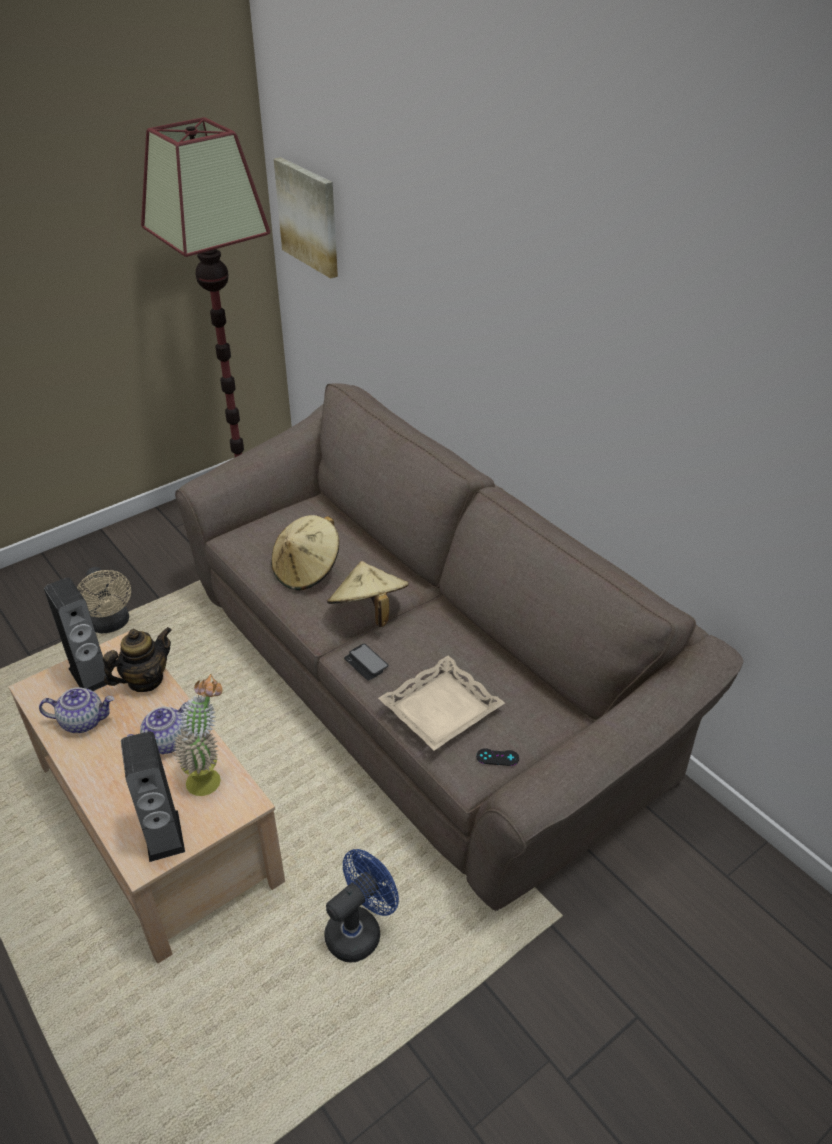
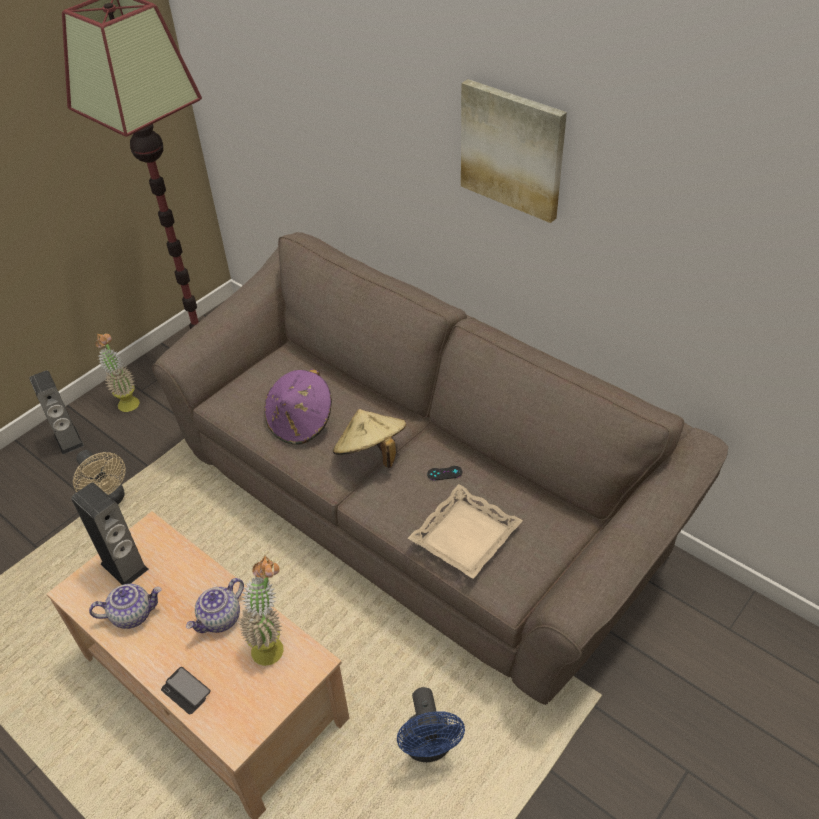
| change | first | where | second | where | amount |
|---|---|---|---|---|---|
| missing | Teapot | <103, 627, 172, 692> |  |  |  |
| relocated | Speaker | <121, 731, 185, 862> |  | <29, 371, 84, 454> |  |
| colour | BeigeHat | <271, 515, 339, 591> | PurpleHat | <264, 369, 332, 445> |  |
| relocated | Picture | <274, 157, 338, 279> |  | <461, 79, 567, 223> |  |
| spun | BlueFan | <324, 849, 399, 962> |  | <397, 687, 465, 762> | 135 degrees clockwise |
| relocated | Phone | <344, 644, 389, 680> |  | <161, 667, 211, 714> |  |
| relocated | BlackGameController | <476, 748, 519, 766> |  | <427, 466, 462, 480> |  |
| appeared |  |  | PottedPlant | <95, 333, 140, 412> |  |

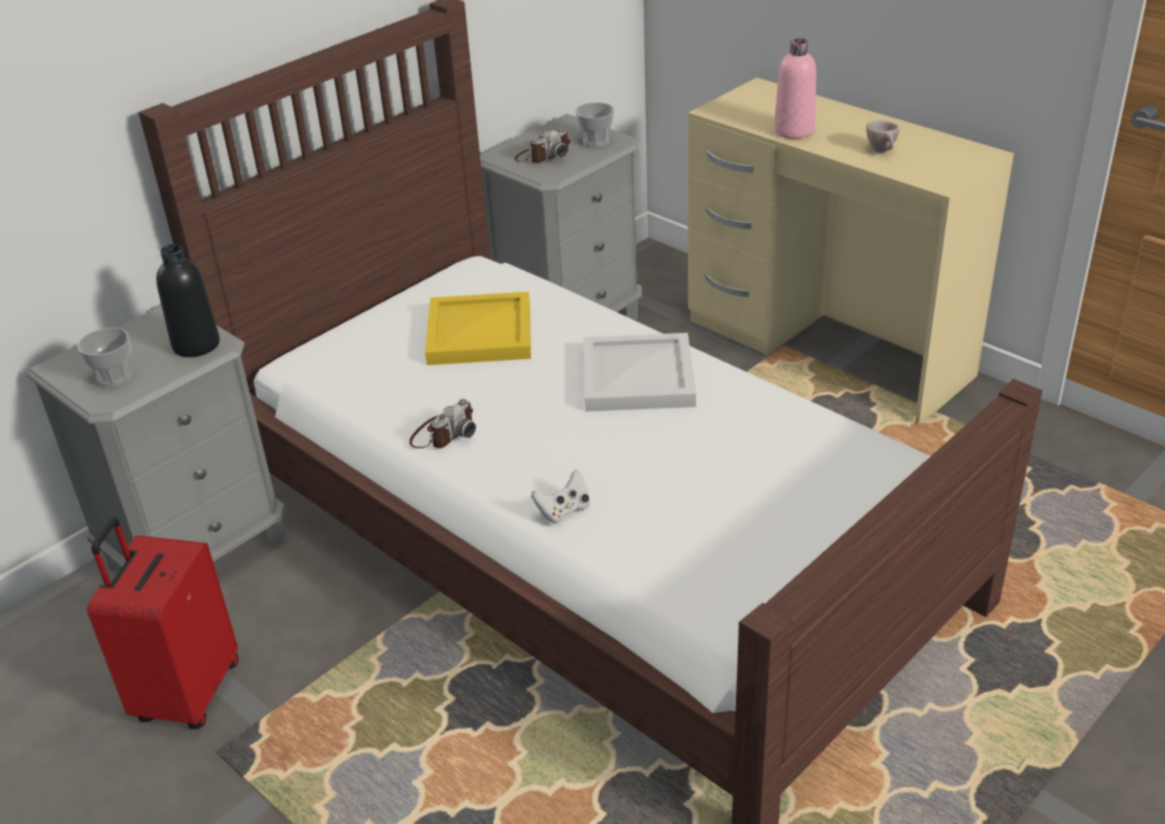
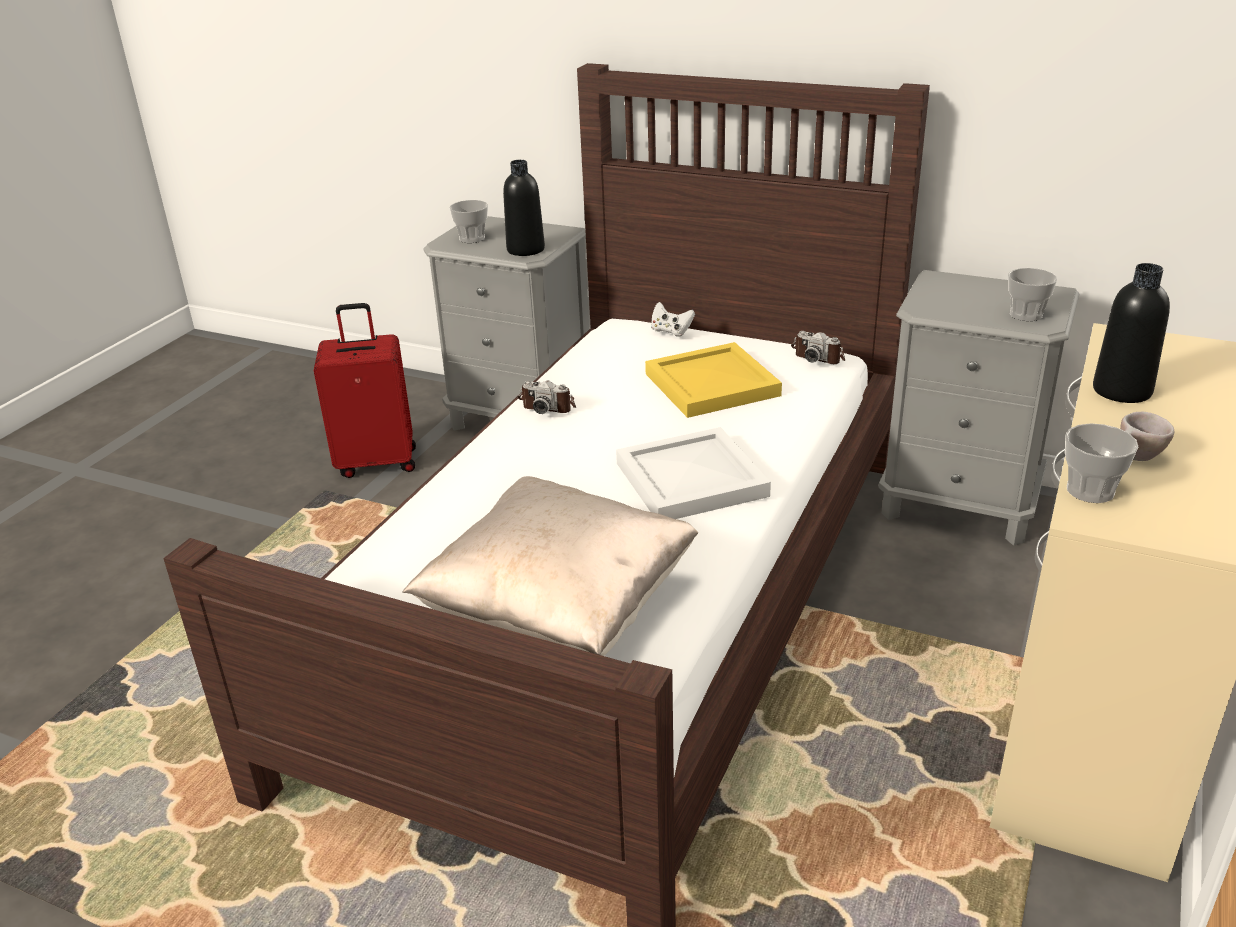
| change | first | where | second | where | amount |
|---|---|---|---|---|---|
| relocated | PhotoCamera | <514, 128, 570, 163> |  | <791, 331, 845, 364> |  |
| relocated | WhiteGameController | <531, 470, 590, 524> |  | <651, 302, 695, 337> |  |
| colour | PinkBottle | <774, 38, 816, 139> | BlackBottle | <1093, 263, 1170, 403> |  |
| appeared |  |  | BeigePillow | <403, 476, 698, 656> |  |
| appeared |  |  | Cup | <1065, 423, 1138, 503> |  |

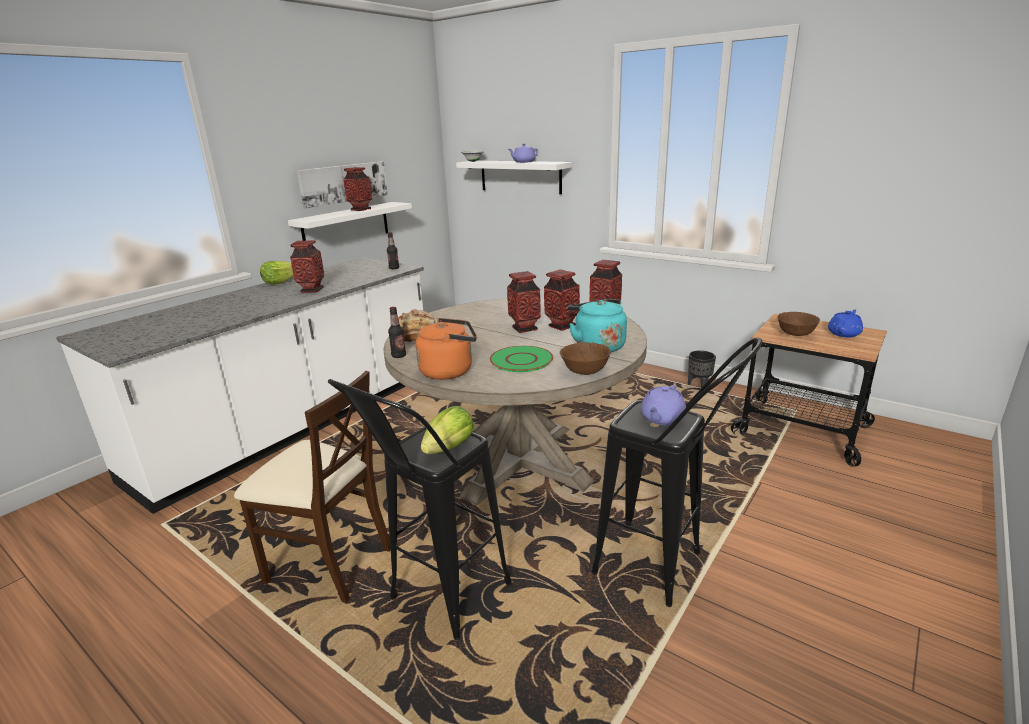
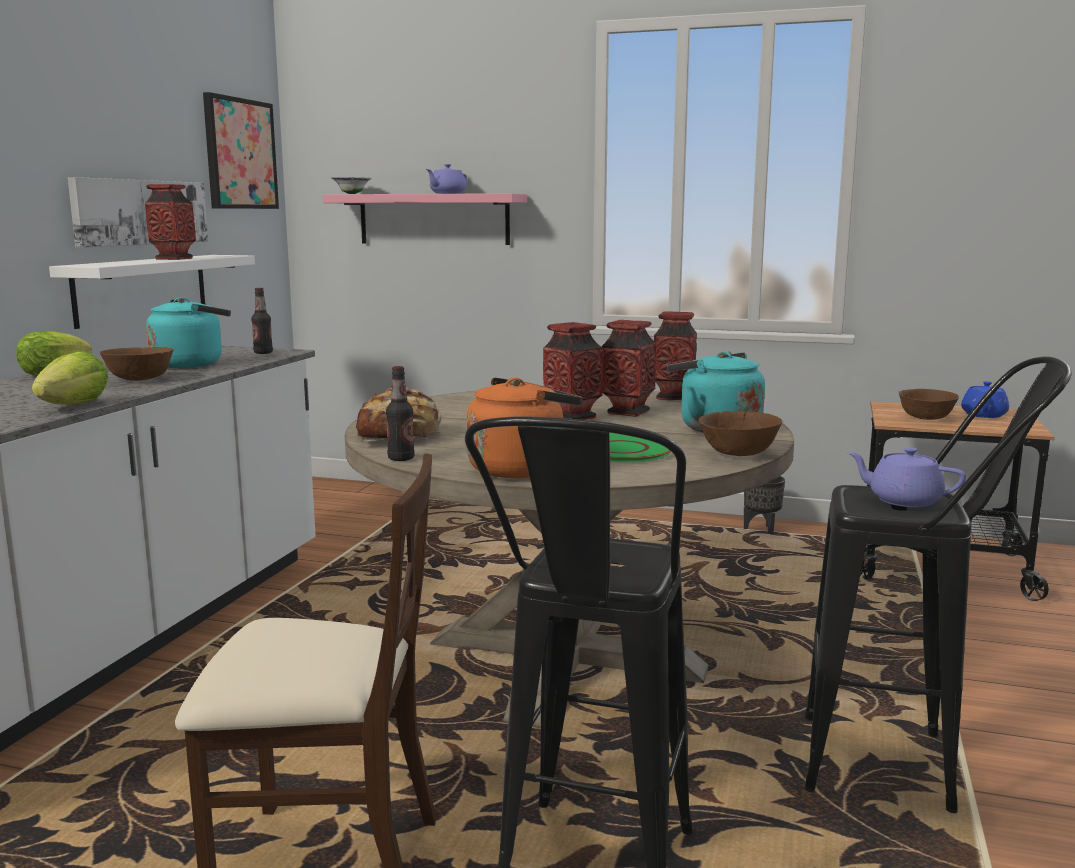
| change | first | where | second | where | amount |
|---|---|---|---|---|---|
| exchanged | Vase | <290, 240, 325, 293> | BrownBowl | <100, 347, 174, 381> |  |
| relocated | Lettuce | <421, 406, 474, 454> |  | <32, 351, 109, 405> |  |
| colour | WhiteShelf | <456, 161, 572, 194> | PinkShelf | <323, 193, 527, 245> |  |
| spun | PurpleTeapot | <641, 385, 686, 425> |  | <848, 447, 966, 507> | 105 degrees clockwise |
| appeared |  |  | TurquoiseKettle | <146, 297, 231, 368> |  |
| appeared |  |  | Picture | <203, 92, 279, 209> |  |

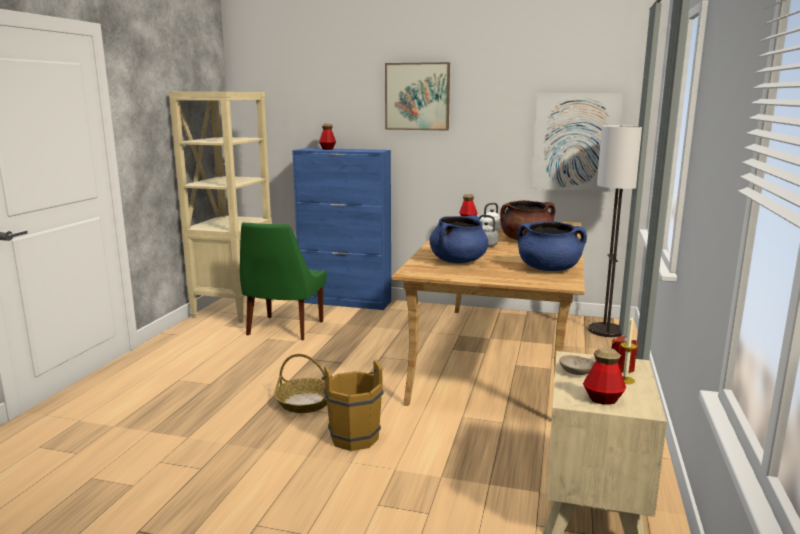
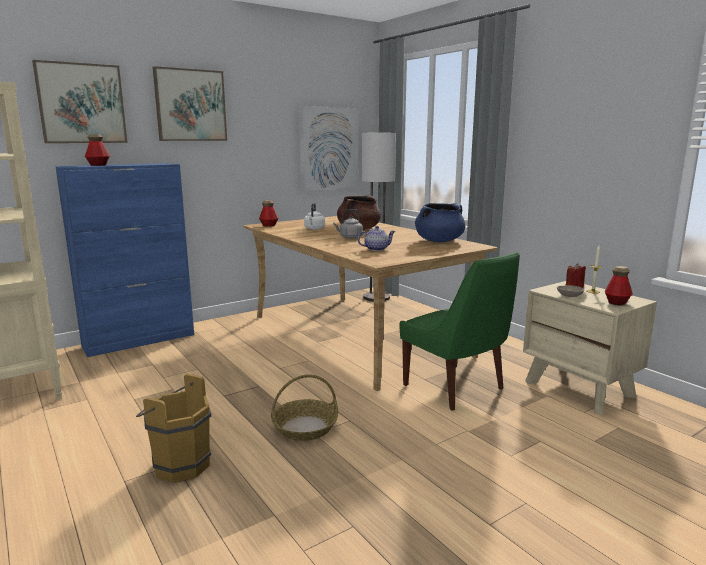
| change | first | where | second | where | amount |
|---|---|---|---|---|---|
| relocated | GreenChair | <240, 222, 327, 340> |  | <400, 252, 520, 411> |  |
| relocated | BrownBucket | <322, 360, 383, 451> |  | <136, 373, 211, 483> |  |
| exchanged | BlueCookingPot | <430, 215, 488, 263> | Teapot | <357, 226, 396, 251> |  |
| appeared |  |  | Picture | <32, 60, 127, 143> |  |

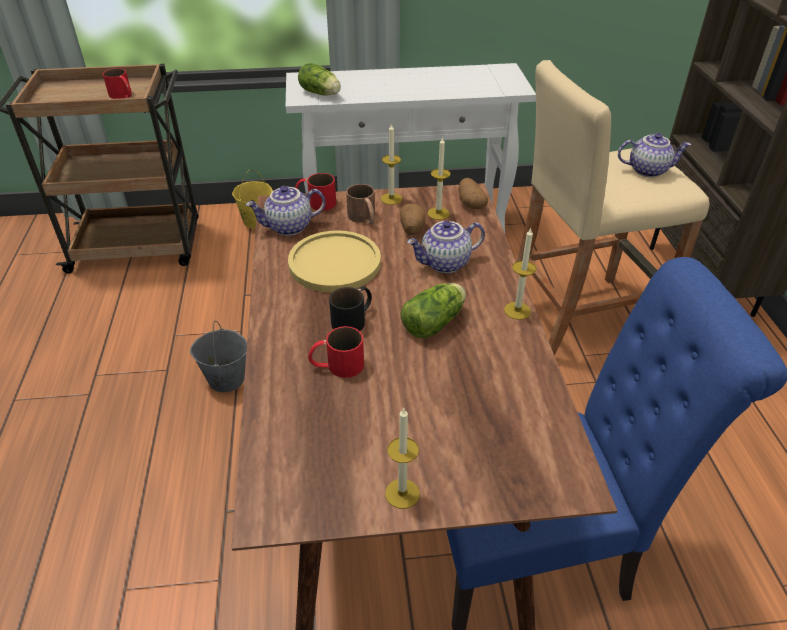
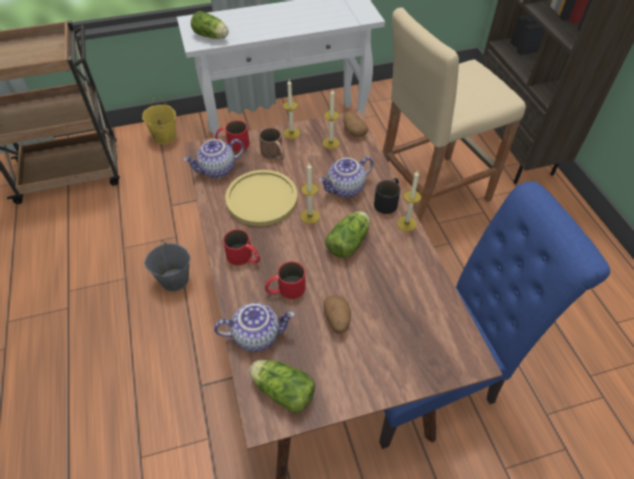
| change | first | where | second | where | amount |
|---|---|---|---|---|---|
| relocated | RedMug | <103, 68, 132, 99> |  | <223, 229, 260, 265> |  |
| relocated | BlackMug | <329, 286, 372, 331> |  | <374, 178, 400, 214> |  |
| relocated | Candle | <385, 407, 420, 509> |  | <300, 163, 320, 224> |  |
| relocated | Potato | <400, 203, 426, 235> |  | <323, 295, 351, 334> |  |
| relocated | Teapot | <618, 133, 691, 177> |  | <214, 303, 295, 352> |  |
| appeared |  |  | Lettuce | <249, 360, 315, 413> |  |

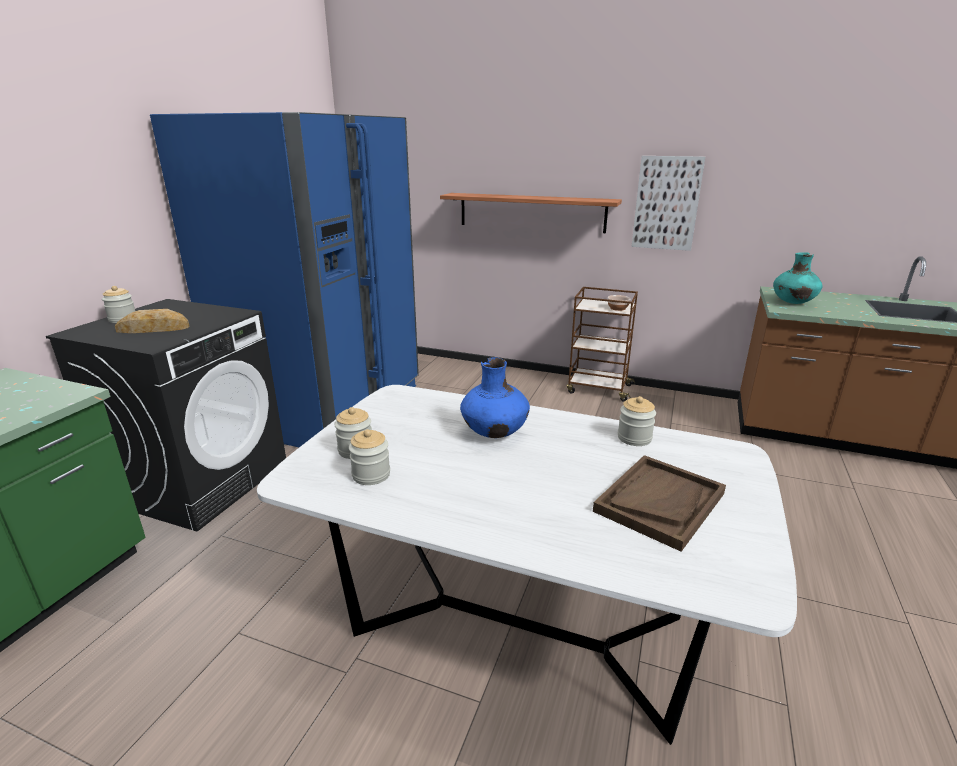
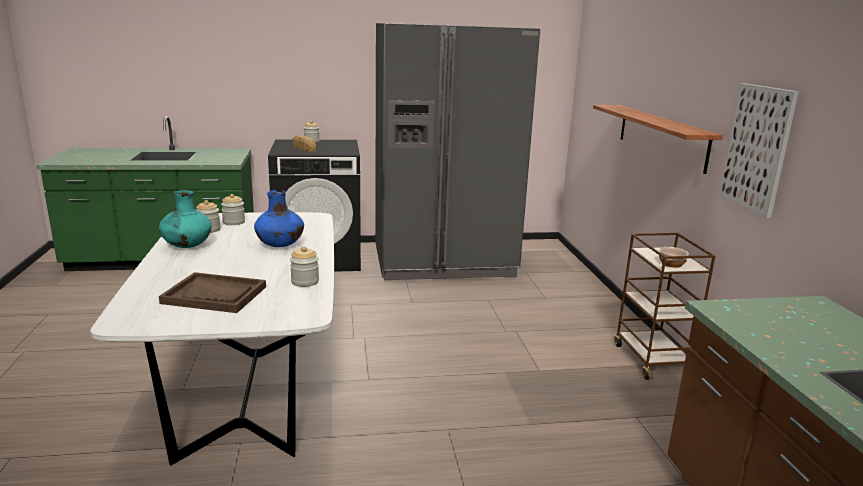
| change | first | where | second | where | amount |
|---|---|---|---|---|---|
| colour | BlueFridge | <150, 112, 419, 447> | GreyFridge | <375, 23, 540, 280> |  |
| relocated | TurquoiseVase | <773, 252, 823, 304> |  | <158, 190, 212, 248> |  |

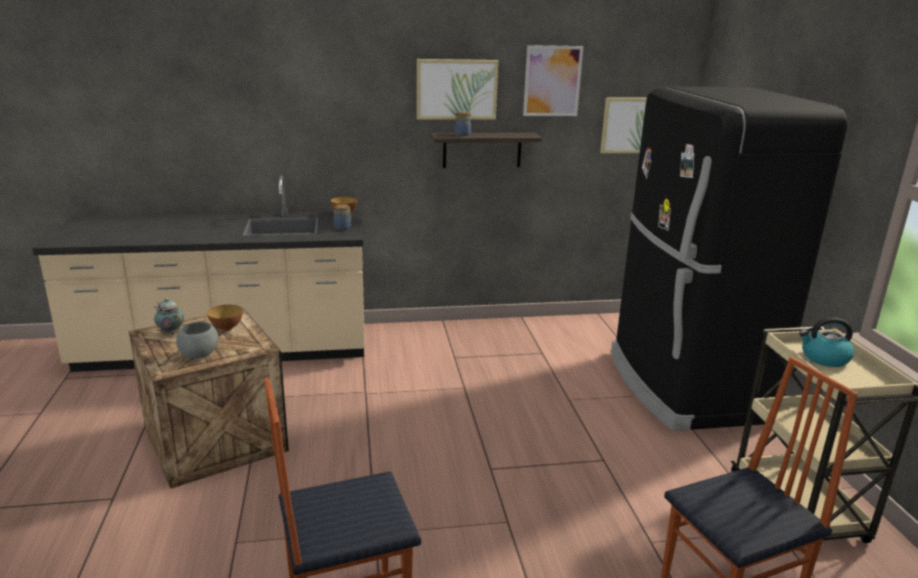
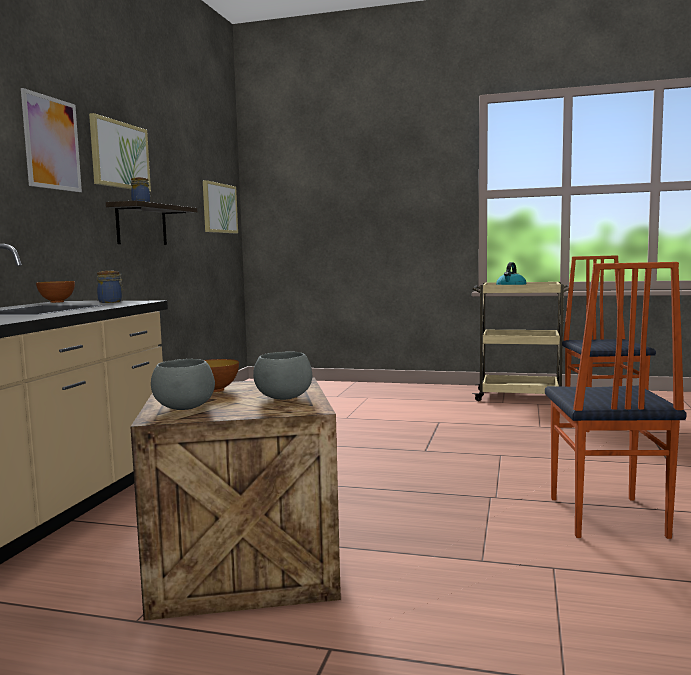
| change | first | where | second | where | amount |
|---|---|---|---|---|---|
| exchanged | Teapot | <154, 298, 184, 335> | GreyBowl | <151, 359, 215, 410> |  |
| relocated | Picture | <523, 45, 583, 116> |  | <21, 88, 82, 192> |  |
| missing | BlackFridge | <611, 86, 847, 431> |  |  |  |

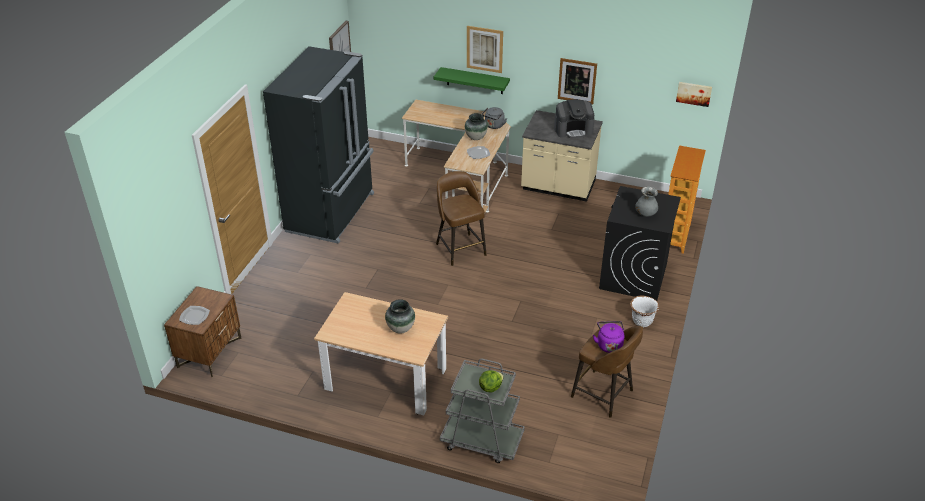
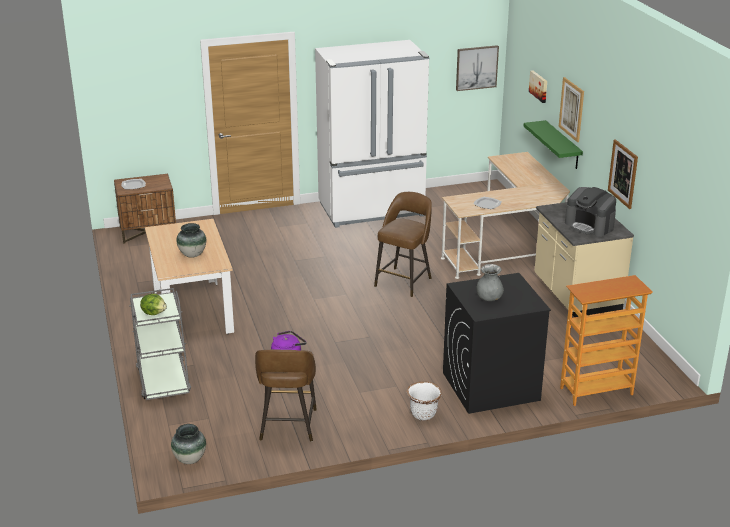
| change | first | where | second | where | amount |
|---|---|---|---|---|---|
| colour | BlackFridge | <263, 46, 374, 244> | WhiteFridge | <315, 40, 429, 228> |  |
| relocated | Vase | <465, 113, 488, 140> |  | <171, 424, 206, 464> |  |
| missing | GreyKettle | <482, 107, 507, 129> |  |  |  |
| relocated | Picture | <676, 82, 712, 107> |  | <529, 70, 547, 103> |  |

